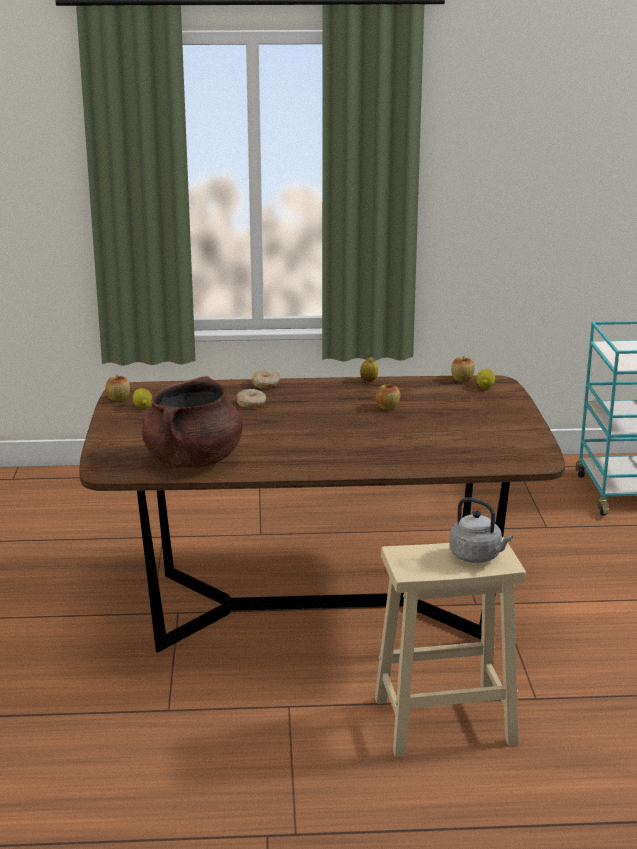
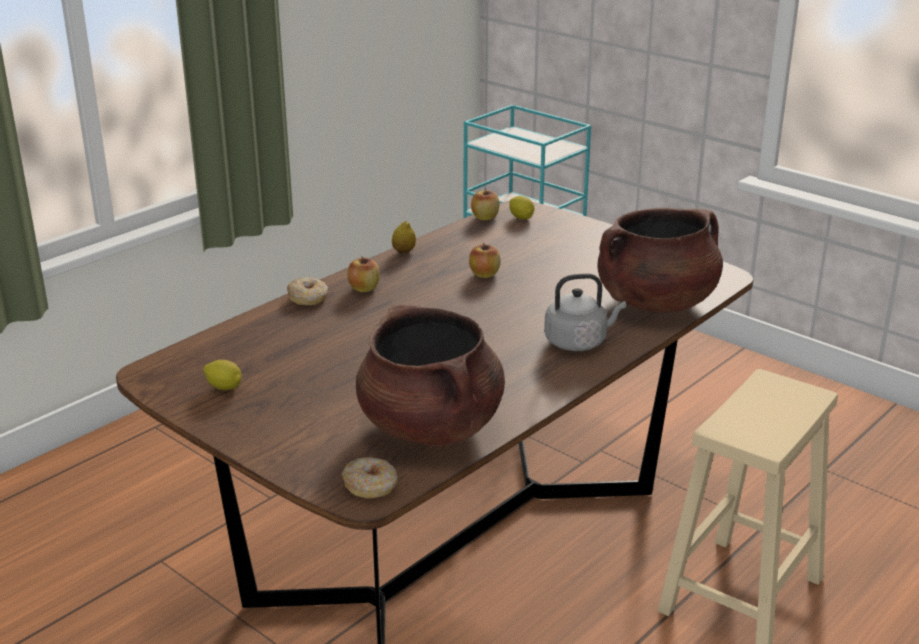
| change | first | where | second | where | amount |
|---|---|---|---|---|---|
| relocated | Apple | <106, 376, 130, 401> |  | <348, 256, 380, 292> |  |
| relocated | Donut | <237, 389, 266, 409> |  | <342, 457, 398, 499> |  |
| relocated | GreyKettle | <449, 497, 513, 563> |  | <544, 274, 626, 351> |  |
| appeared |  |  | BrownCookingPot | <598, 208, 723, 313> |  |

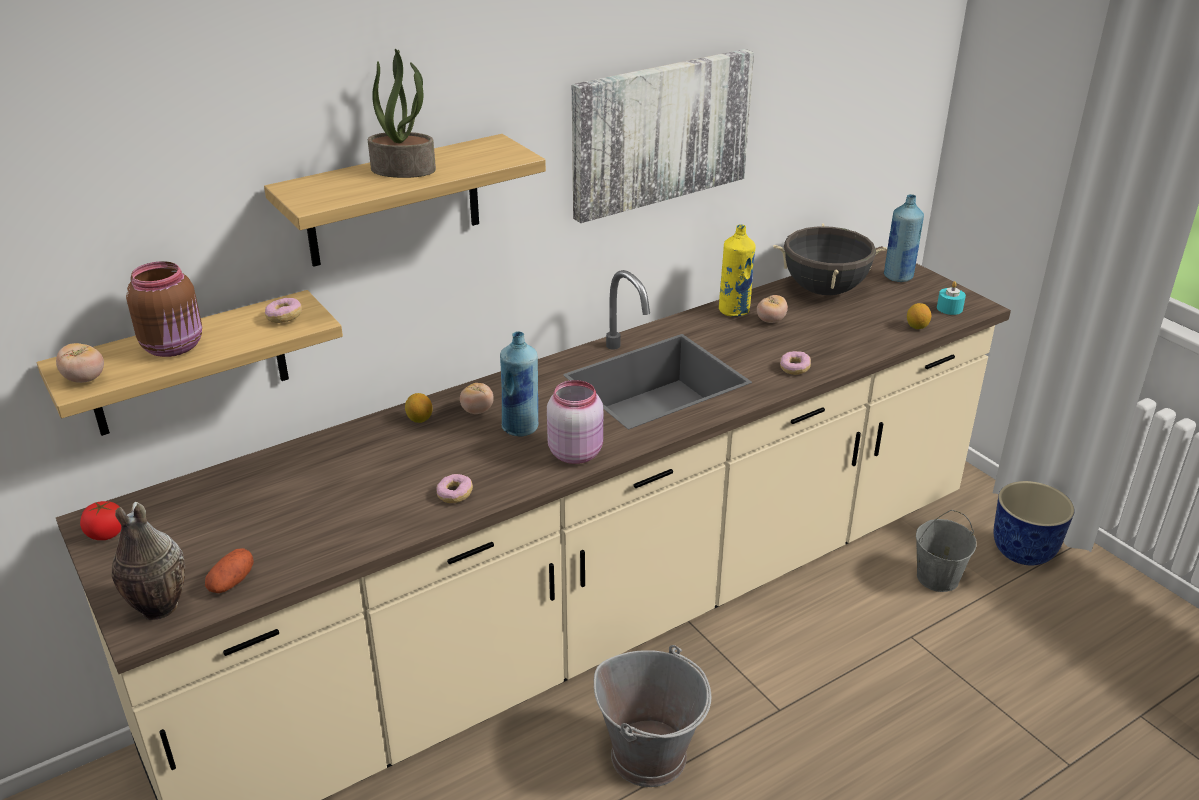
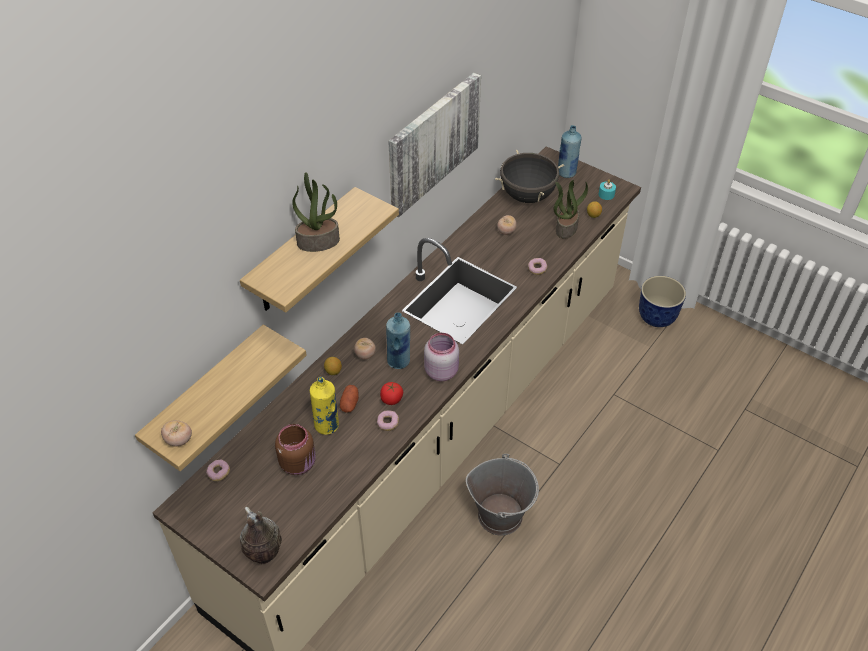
| change | first | where | second | where | amount |
|---|---|---|---|---|---|
| relocated | Tomato | <80, 501, 121, 540> |  | <380, 382, 403, 405> |  |
| relocated | BrownJar | <126, 261, 202, 357> |  | <275, 424, 316, 475> |  |
| relocated | Potato | <205, 548, 254, 593> |  | <340, 385, 359, 413> |  |
| relocated | Donut | <265, 298, 302, 323> |  | <206, 459, 230, 481> |  |
| relocated | YellowBottle | <719, 225, 756, 317> |  | <310, 377, 339, 435> |  |
| missing | GreyBucket | <916, 510, 977, 592> |  |  |  |
| appeared |  |  | PottedPlant | <553, 180, 588, 239> |  |

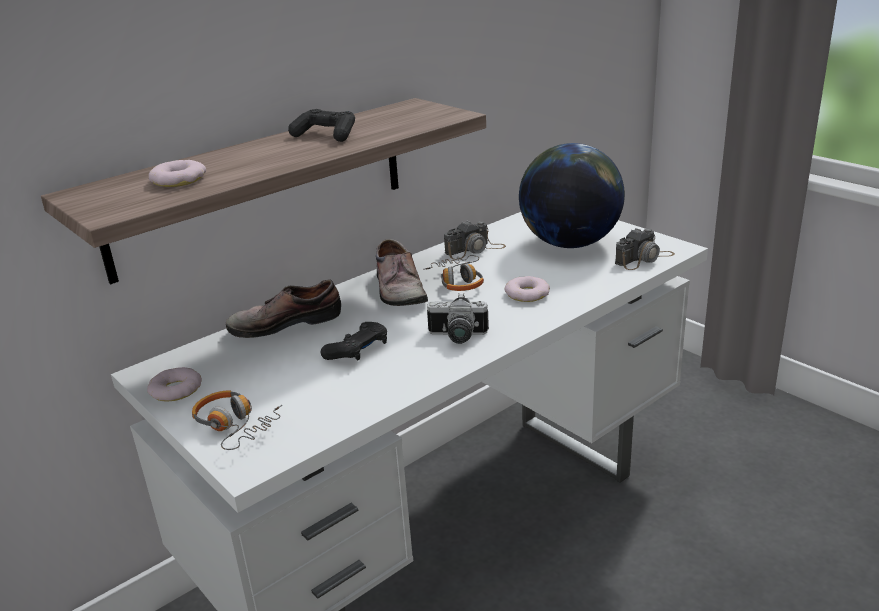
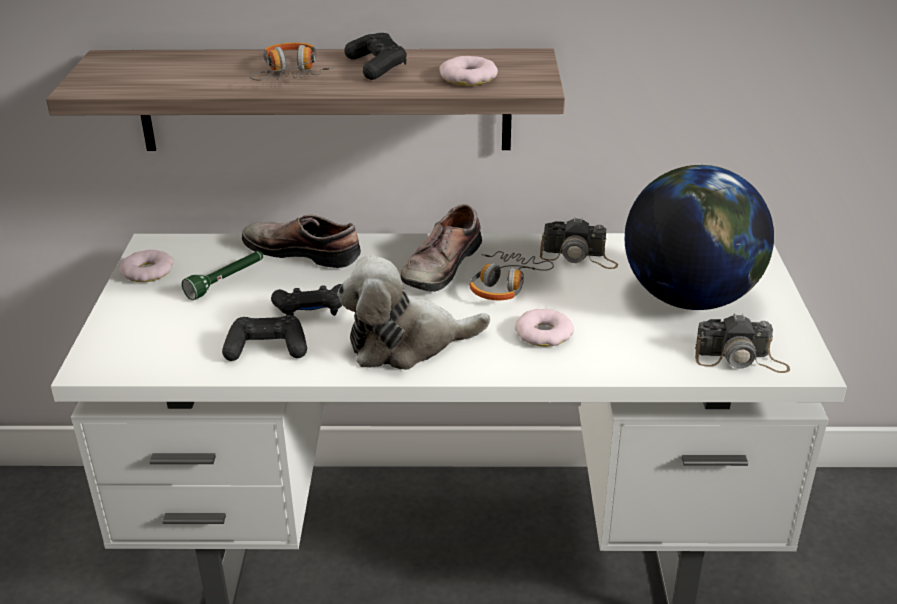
| change | first | where | second | where | amount |
|---|---|---|---|---|---|
| relocated | Donut | <148, 160, 206, 187> |  | <439, 56, 498, 86> |  |
| relocated | Headphones | <192, 390, 282, 450> |  | <250, 43, 333, 80> |  |
| exchanged | PhotoCamera | <427, 293, 489, 344> | PlushToy | <337, 255, 490, 370> |  |
| appeared |  |  | GreenFlashlight | <182, 251, 263, 300> |  |
| appeared |  |  | BlackGameController | <222, 315, 307, 361> |  |

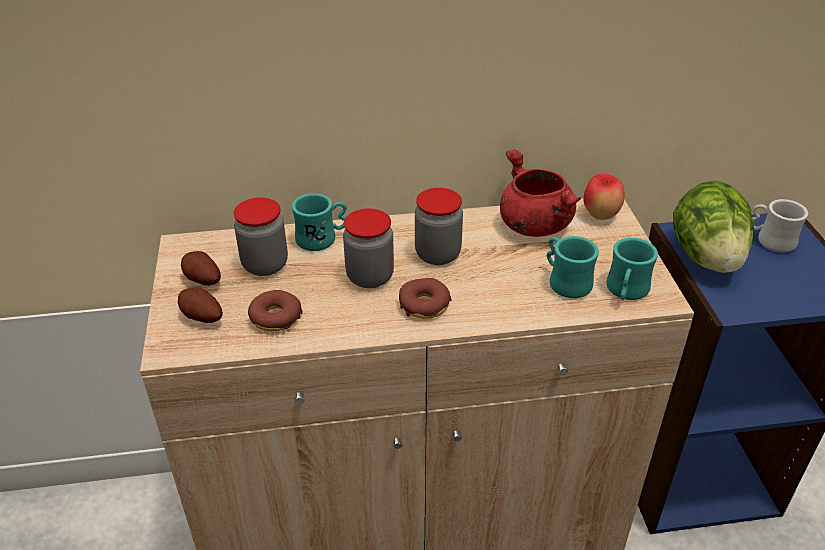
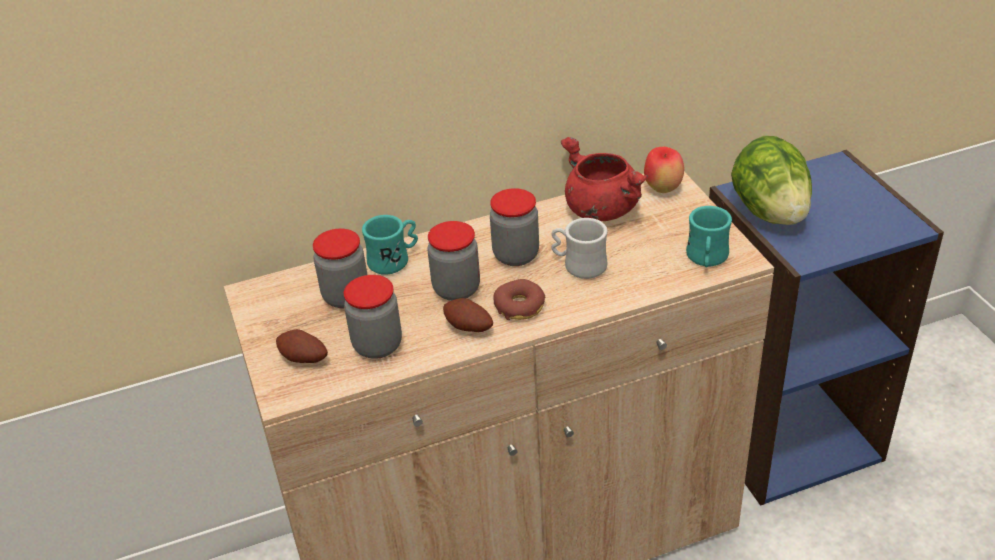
| change | first | where | second | where | amount |
|---|---|---|---|---|---|
| relocated | Potato | <181, 251, 221, 286> |  | <443, 298, 493, 332> |  |
| exchanged | Donut | <248, 290, 303, 331> | Jar | <344, 275, 402, 359> |  |
| missing | TurquoiseMug | <547, 236, 599, 298> |  |  |  |
| relocated | WhiteMug | <753, 199, 809, 253> |  | <551, 218, 608, 279> |  |

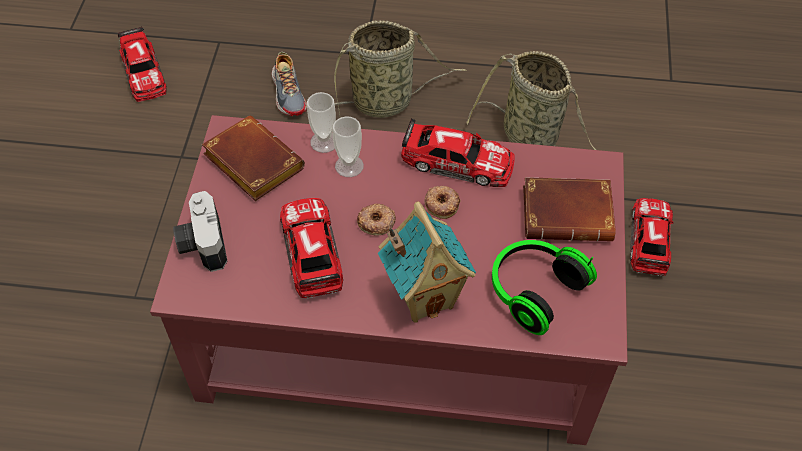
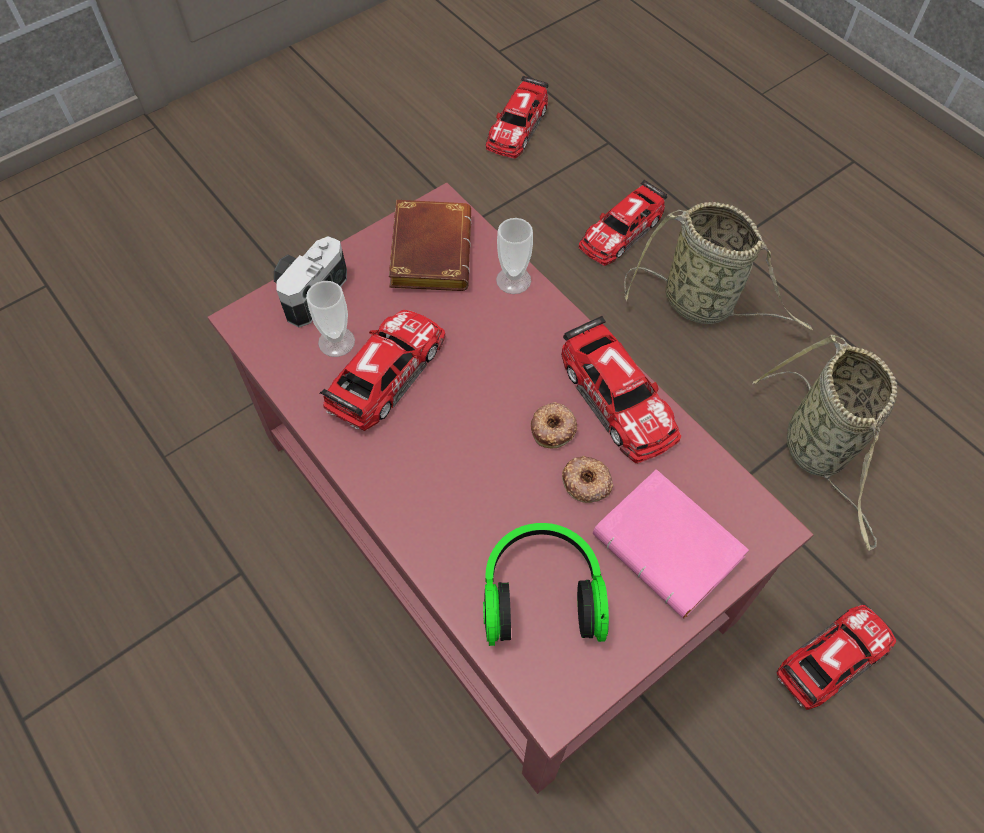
| change | first | where | second | where | amount |
|---|---|---|---|---|---|
| exchanged | Shoe | <272, 52, 307, 116> | ToyCar | <579, 180, 667, 266> |  |
| relocated | Cup | <333, 117, 364, 177> |  | <306, 281, 355, 357> |  |
| relocated | Donut | <357, 204, 396, 236> |  | <562, 456, 613, 503> |  |
| missing | ToyHouse | <378, 202, 476, 323> |  |  |  |
| colour | BrownBook | <523, 177, 616, 241> | PinkBook | <593, 469, 749, 618> |  |

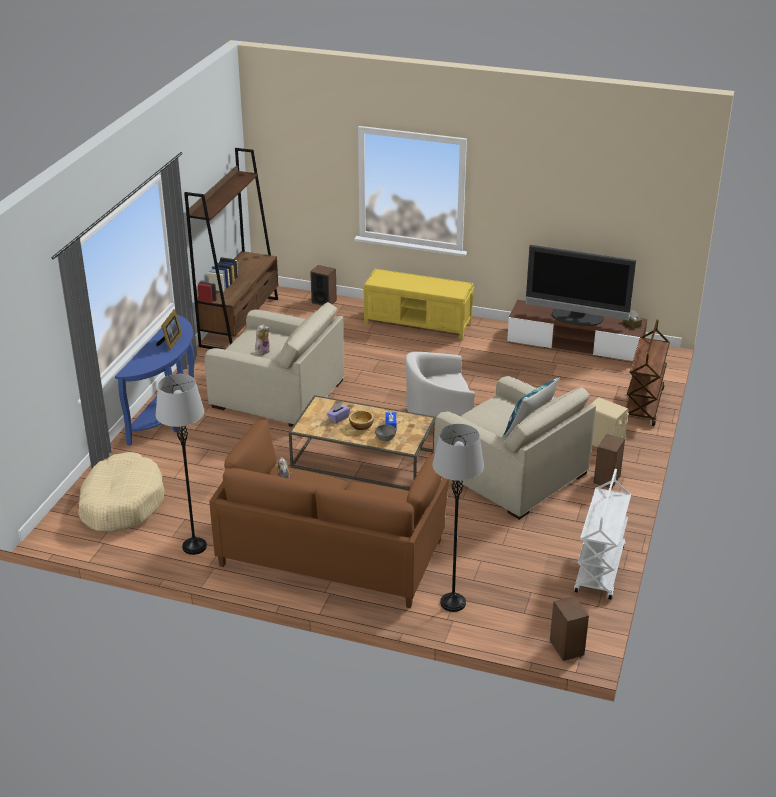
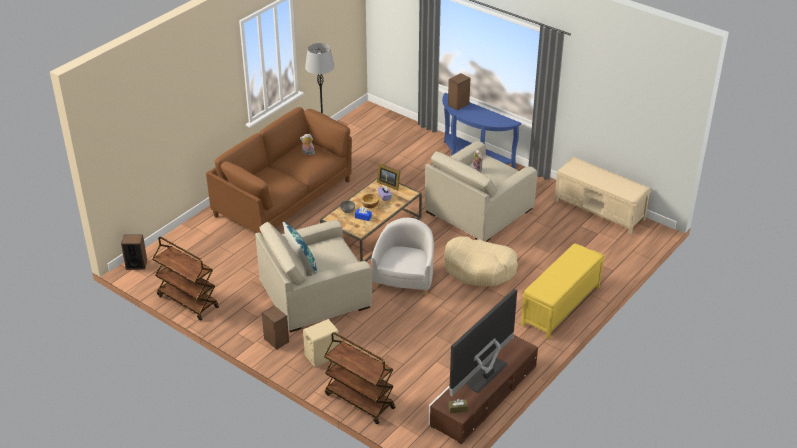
| change | first | where | second | where | amount |
|---|---|---|---|---|---|
| relocated | BeigeDogBed | <78, 452, 165, 533> |  | <444, 236, 518, 286> |  |
| relocated | PictureFrame | <156, 309, 182, 351> |  | <377, 163, 400, 190> |  |
| exchanged | BrownBookcase | <184, 148, 279, 350> | BeigeBench | <554, 157, 651, 234> |  |
| relocated | Speaker | <310, 265, 337, 306> |  | <448, 73, 470, 110> |  |
| missing | GreyFloorLamp | <433, 424, 484, 612> |  |  |  |
| colour | WhiteCart | <574, 469, 631, 600> | BrownCart | <152, 237, 219, 321> |  |

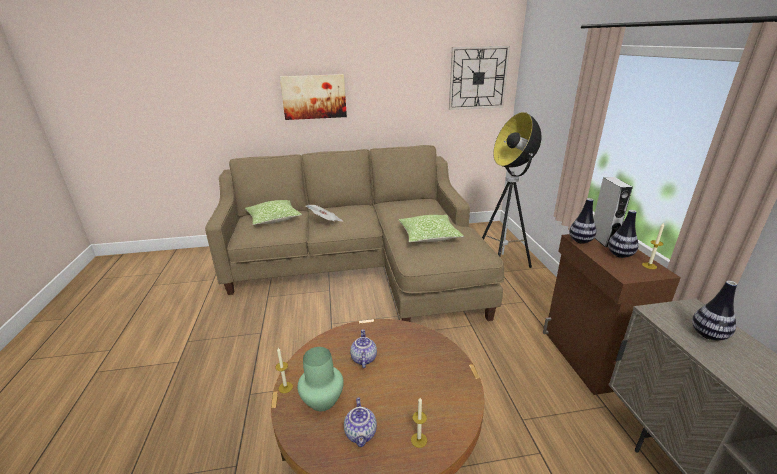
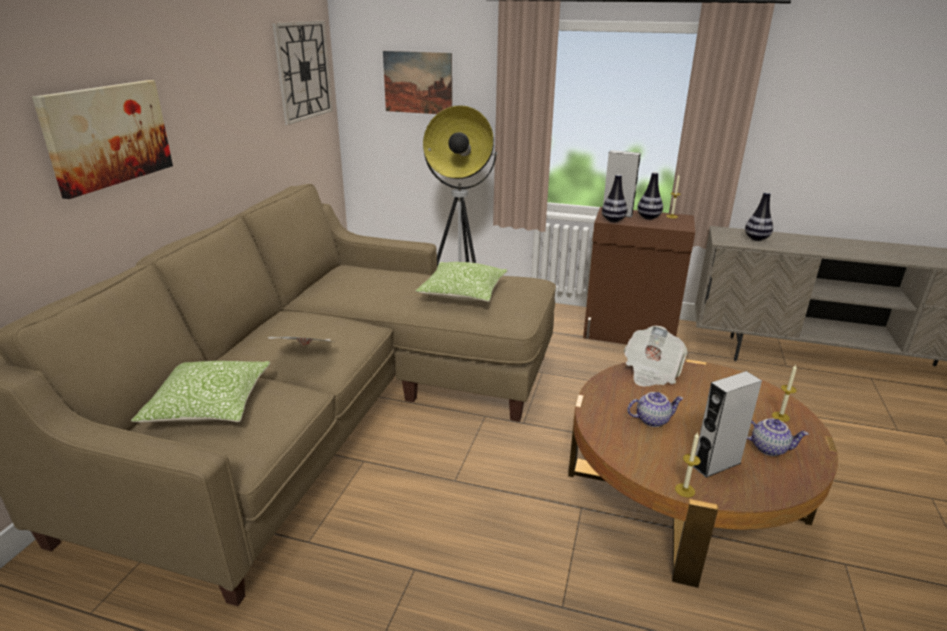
| change | first | where | second | where | amount |
|---|---|---|---|---|---|
| exchanged | GreenVase | <298, 347, 344, 411> | GreySpeaker | <693, 371, 762, 478> |  |
| spun | Teapot | <350, 329, 377, 368> |  | <627, 392, 684, 427> | 150 degrees clockwise |
| appeared |  |  | Picture | <383, 51, 452, 114> |  |
| appeared |  |  | Newspaper | <624, 326, 688, 386> |  |

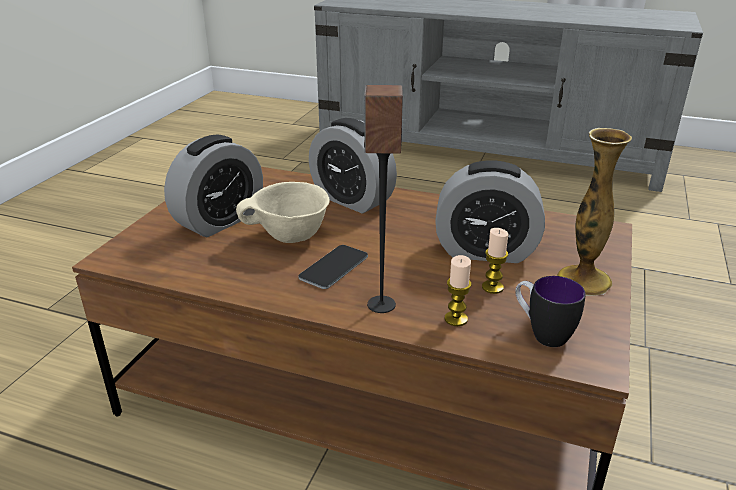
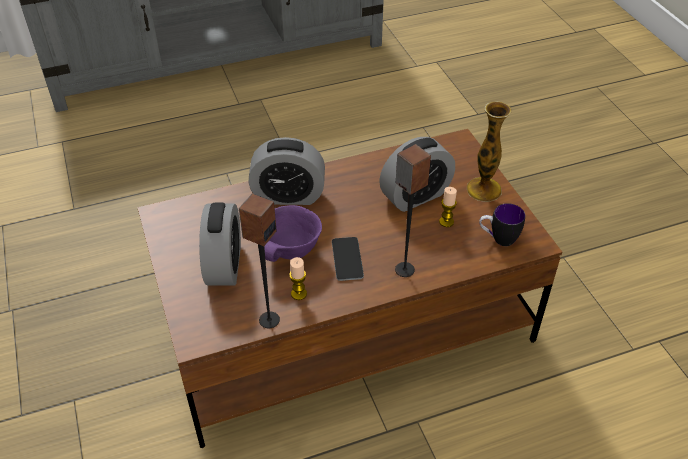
| change | first | where | second | where | amount |
|---|---|---|---|---|---|
| colour | BeigeBowl | <236, 182, 330, 243> | PurpleBowl | <264, 205, 322, 262> |  |
| relocated | Candle | <445, 255, 471, 326> |  | <289, 257, 307, 300> |  |
| appeared |  |  | Speaker | <239, 194, 280, 328> |  |

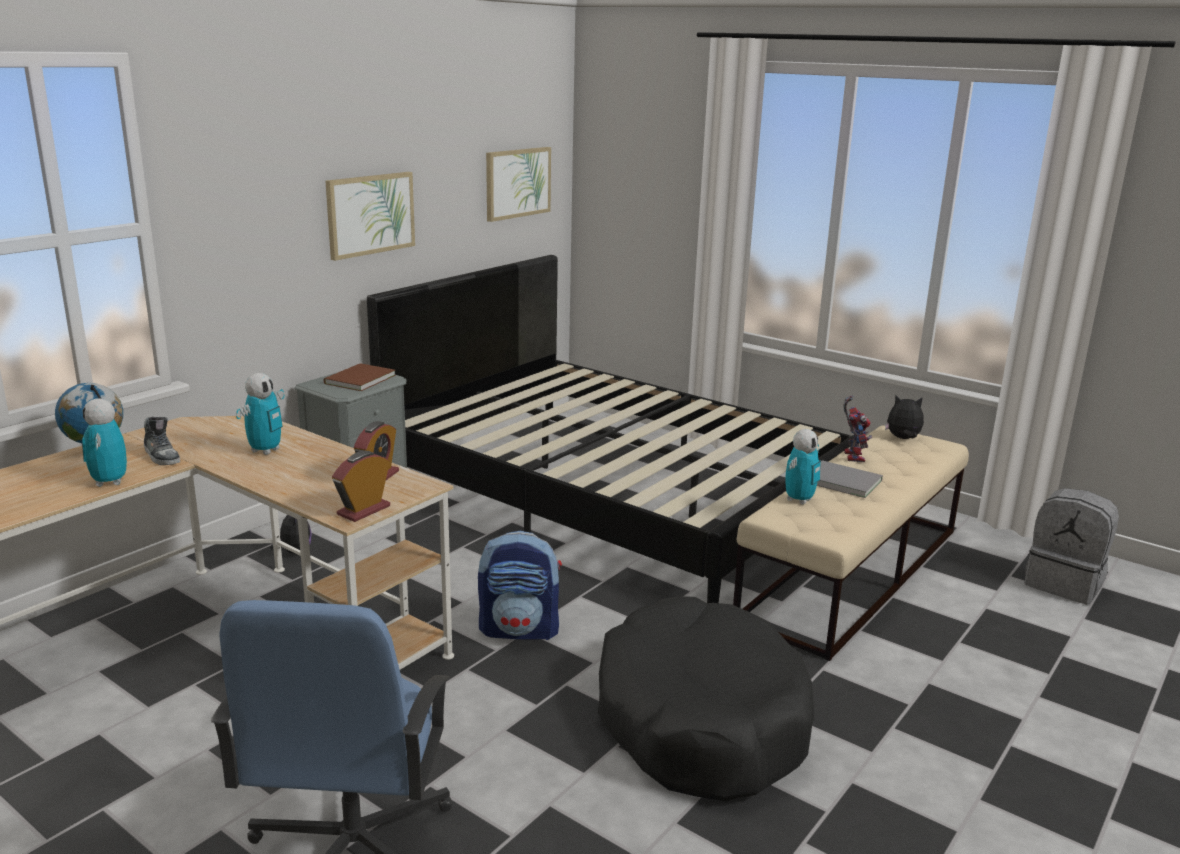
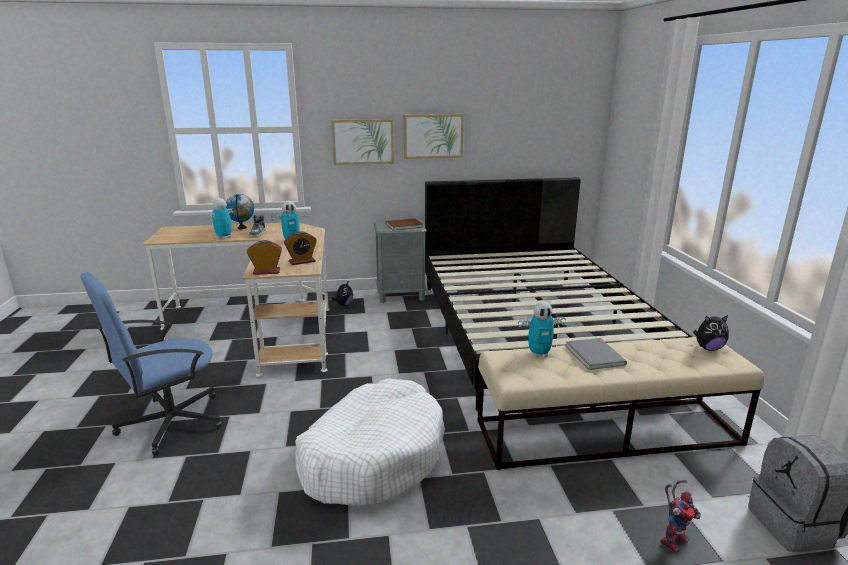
| change | first | where | second | where | amount |
|---|---|---|---|---|---|
| missing | Backpack | <478, 531, 562, 640> |  |  |  |
| relocated | Picture | <486, 147, 551, 222> |  | <331, 119, 394, 165> |  |
| colour | BlackDogBed | <598, 596, 814, 802> | WhiteDogBed | <295, 378, 445, 506> |  |
| relocated | ToyRobot | <843, 395, 872, 462> |  | <660, 480, 701, 553> |  |
| spun | PlushToy | <885, 395, 924, 439> |  | <693, 315, 729, 351> | 120 degrees clockwise |

